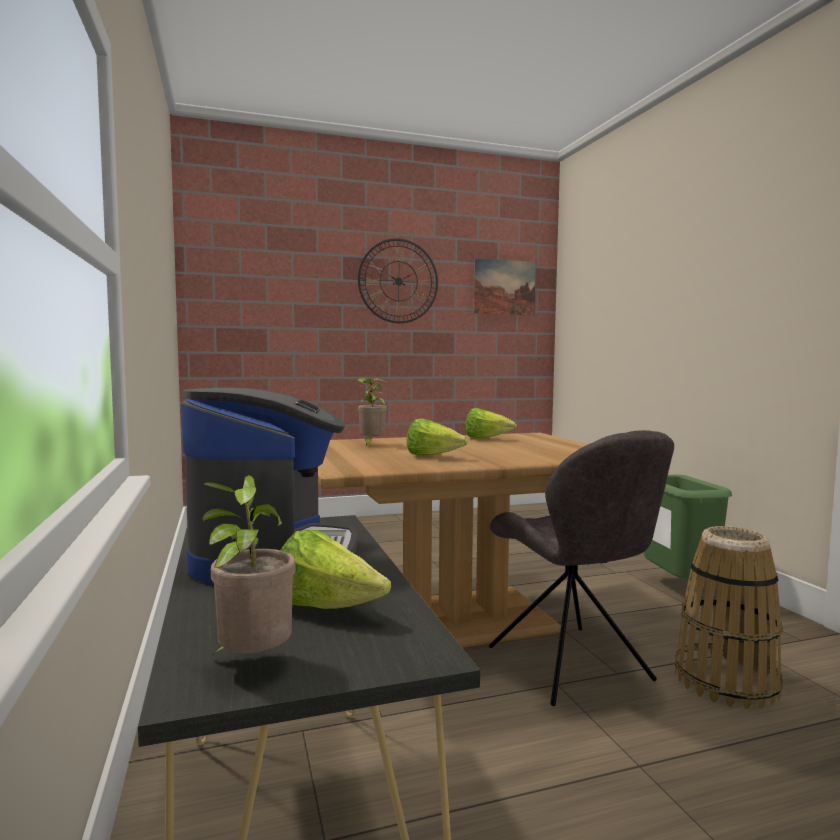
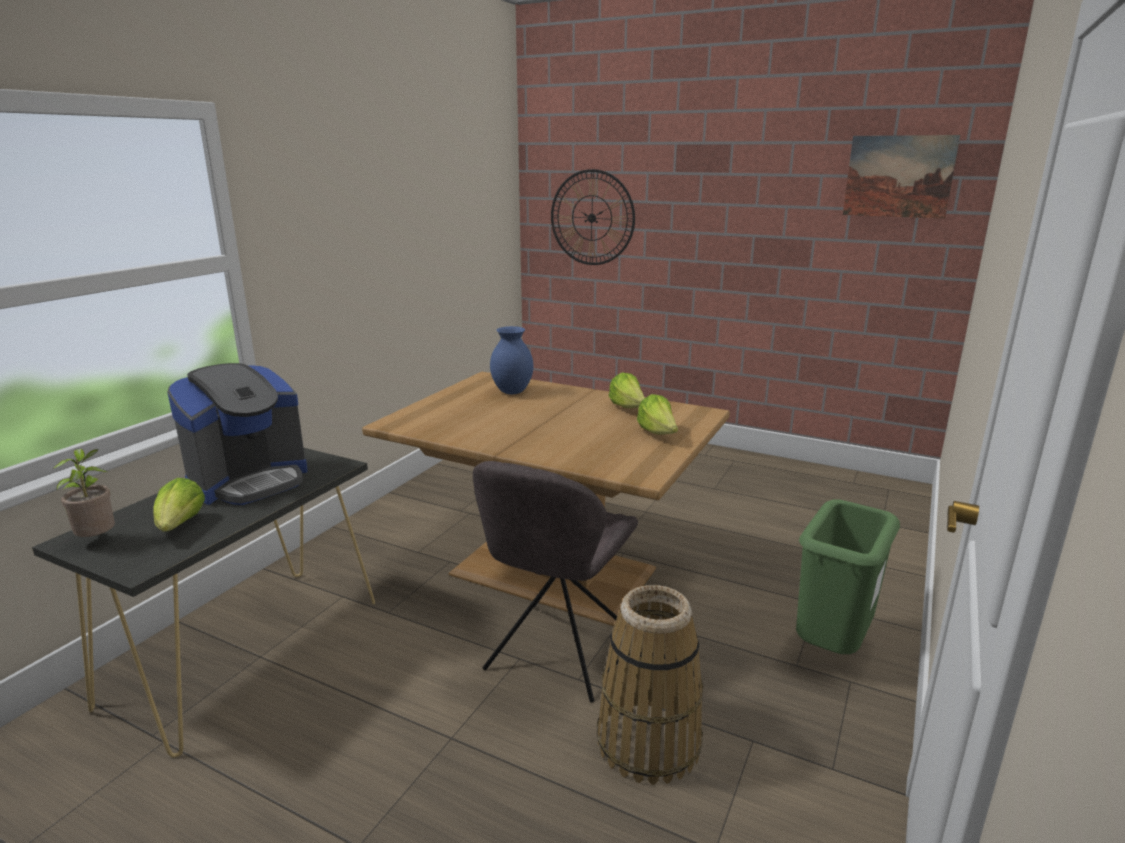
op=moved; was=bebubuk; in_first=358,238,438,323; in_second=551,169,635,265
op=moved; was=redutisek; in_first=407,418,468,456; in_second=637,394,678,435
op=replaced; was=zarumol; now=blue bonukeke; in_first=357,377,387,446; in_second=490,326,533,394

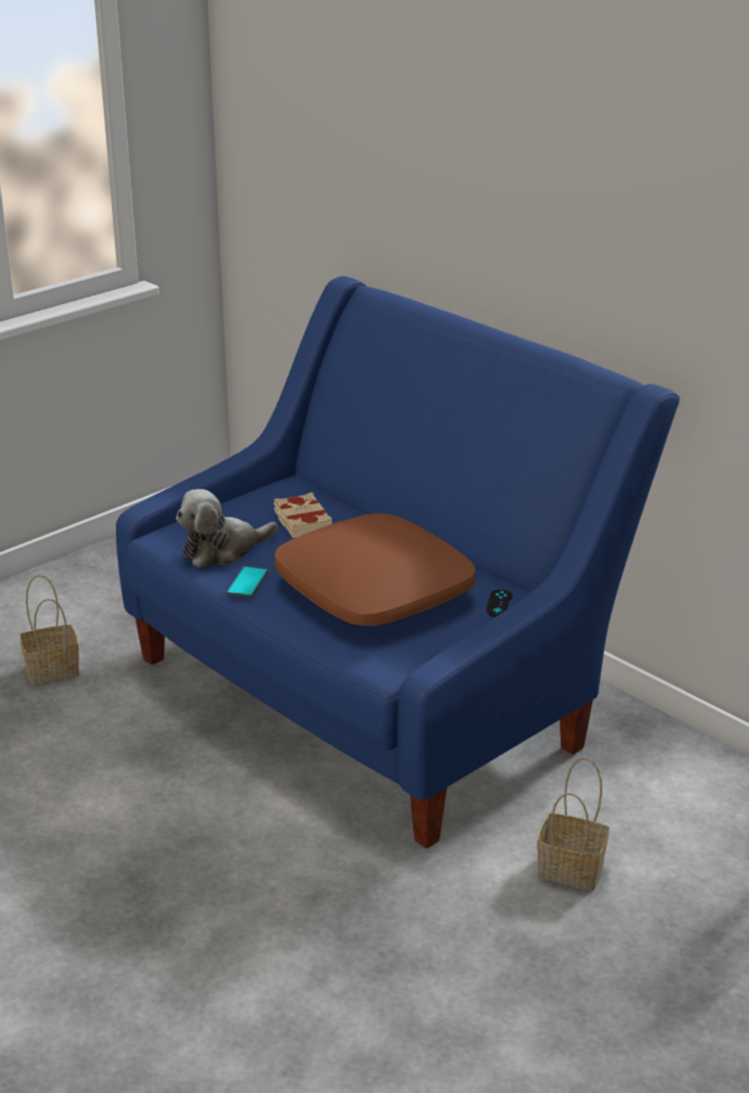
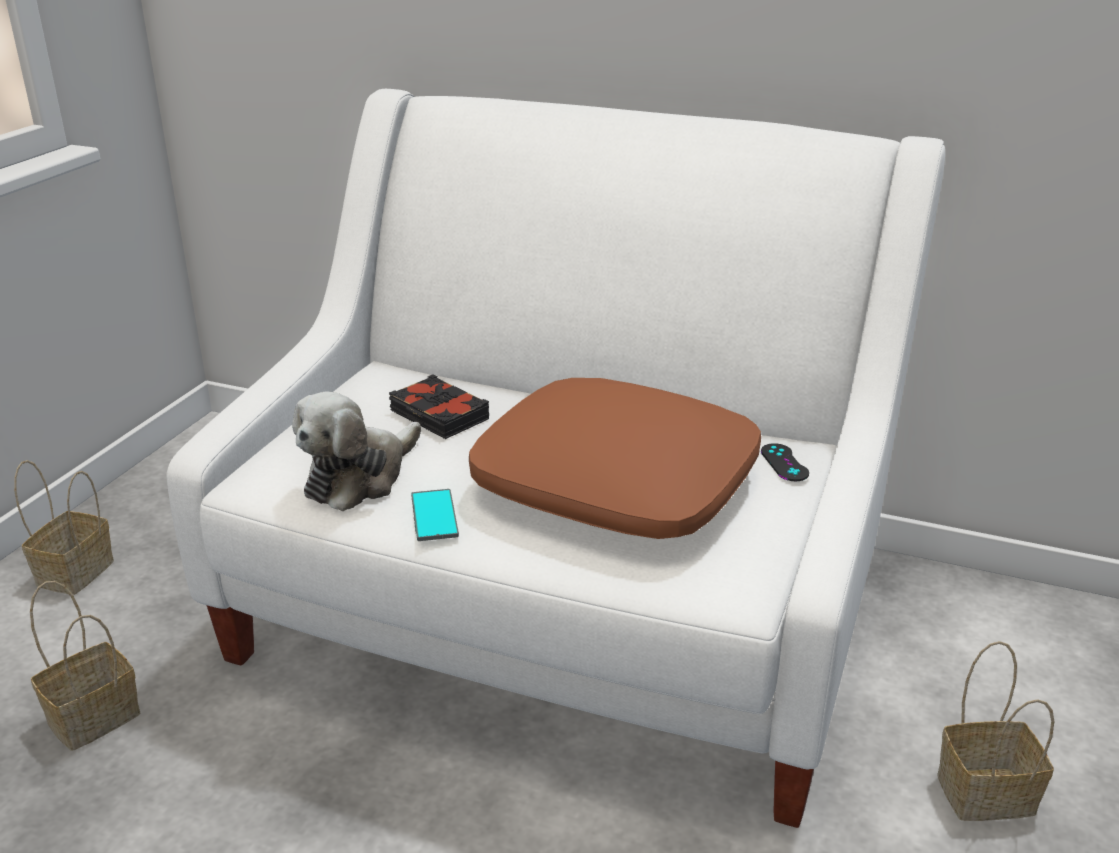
op=added; now=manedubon; in_second=14,460,114,595
op=recoloured; was=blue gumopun; now=white gumopun; in_first=116,276,680,849; in_second=166,89,945,828
op=recoloured; was=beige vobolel; now=black vobolel; in_first=274,492,332,538; in_second=389,374,489,439

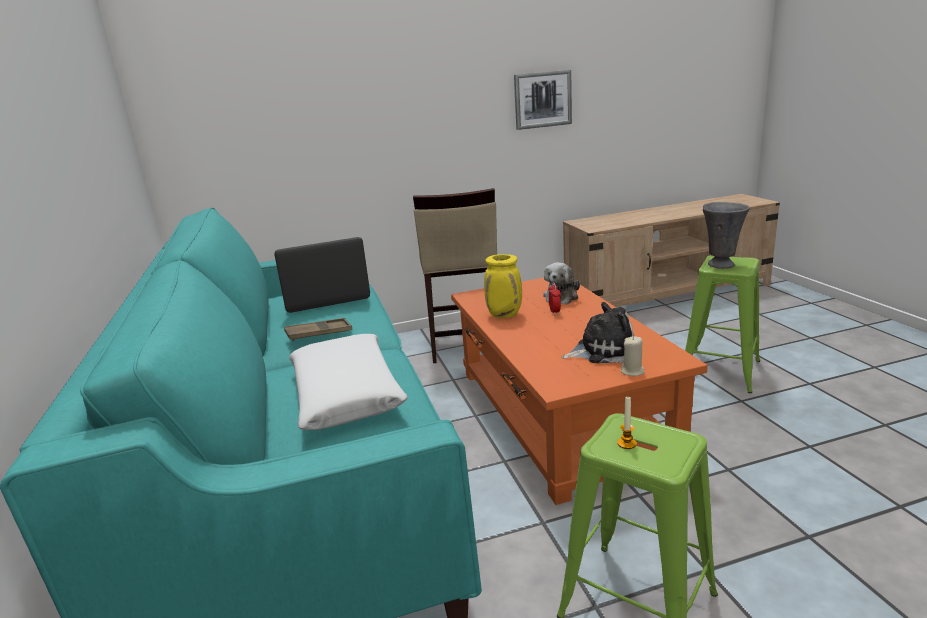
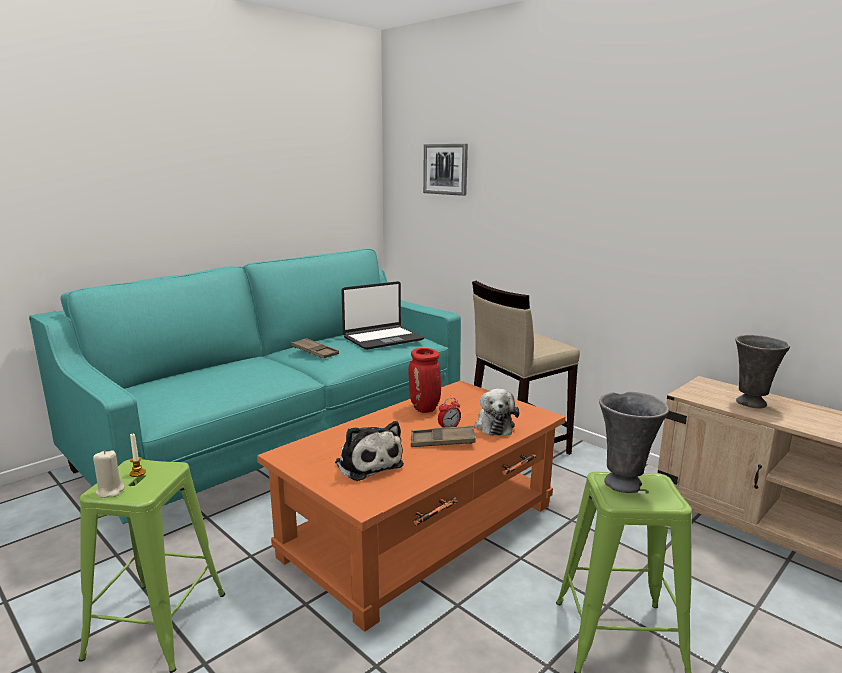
op=removed; was=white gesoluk; in_first=289,334,408,430
op=added; now=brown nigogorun; in_second=411,426,476,447
op=added; now=grey bonukeke; in_second=735,335,790,409
op=moved; was=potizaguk; in_first=514,70,572,130; in_second=423,144,468,196
op=moved; was=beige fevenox; in_first=621,336,645,376; in_second=93,450,125,498
op=recoloured; was=yellow bonukeke; now=red bonukeke; in_first=484,254,522,318; in_second=408,348,441,413
op=turned; was=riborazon; in_first=274,237,370,313; in_second=341,281,424,350; clockwise=105
op=turned; was=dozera; in_first=543,262,580,304; in_second=474,389,519,436; clockwise=-90

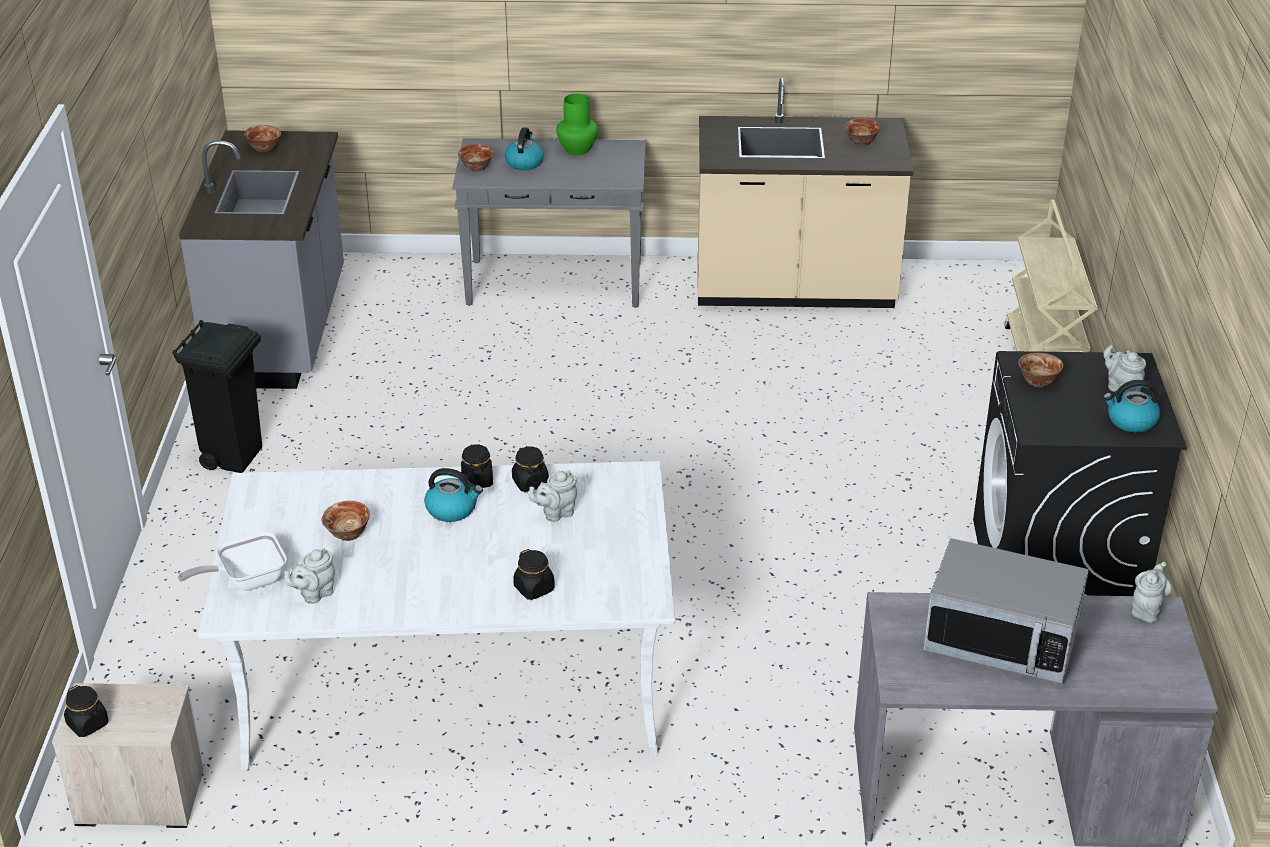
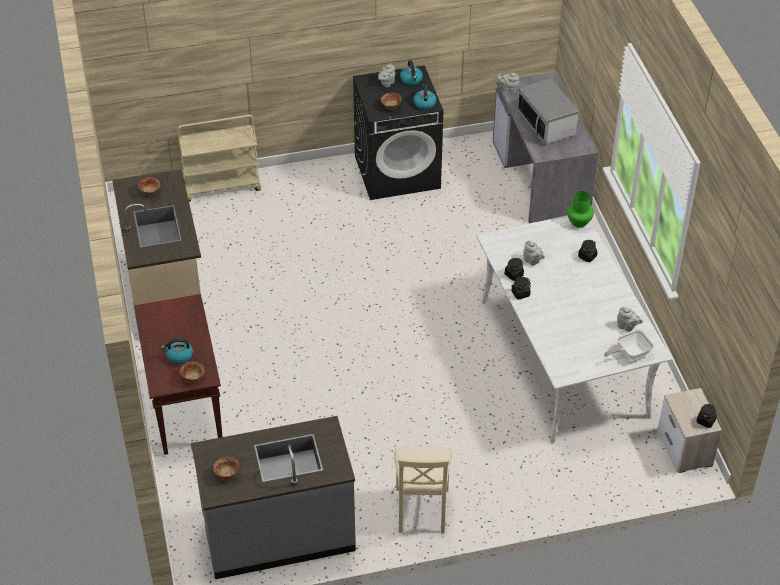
op=removed; was=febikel; in_first=321,501,370,541
op=moved; was=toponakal; in_first=424,468,483,522; in_second=413,84,436,110
op=moved; was=green bonukeke; in_first=556,94,598,155; in_second=567,191,594,228
op=replaced; was=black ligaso; now=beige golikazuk; in_first=172,320,262,473; in_second=394,446,451,534
op=recoloured; was=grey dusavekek; now=brown dusavekek; in_first=452,138,646,308; in_second=134,294,223,455
op=turned; was=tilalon; in_first=178,532,287,591; in_second=604,330,654,360; clockwise=105
op=turned; was=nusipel; in_first=923,538,1089,684; in_second=517,79,579,145; clockwise=150

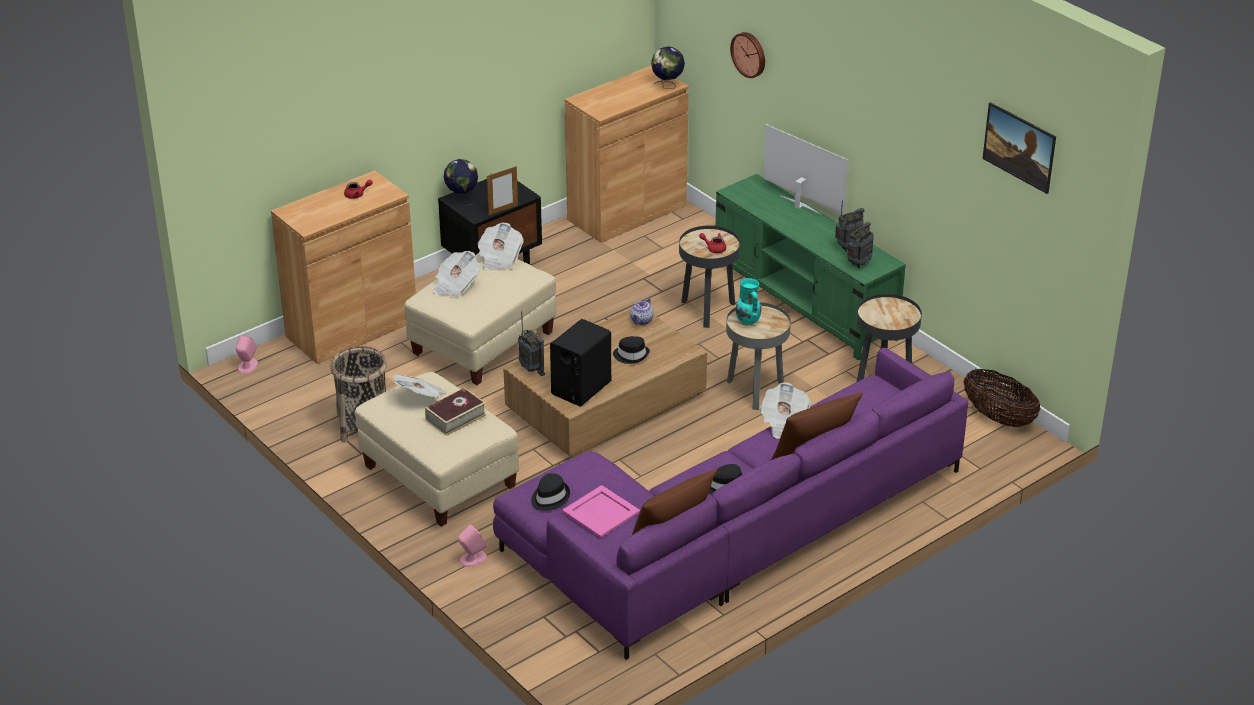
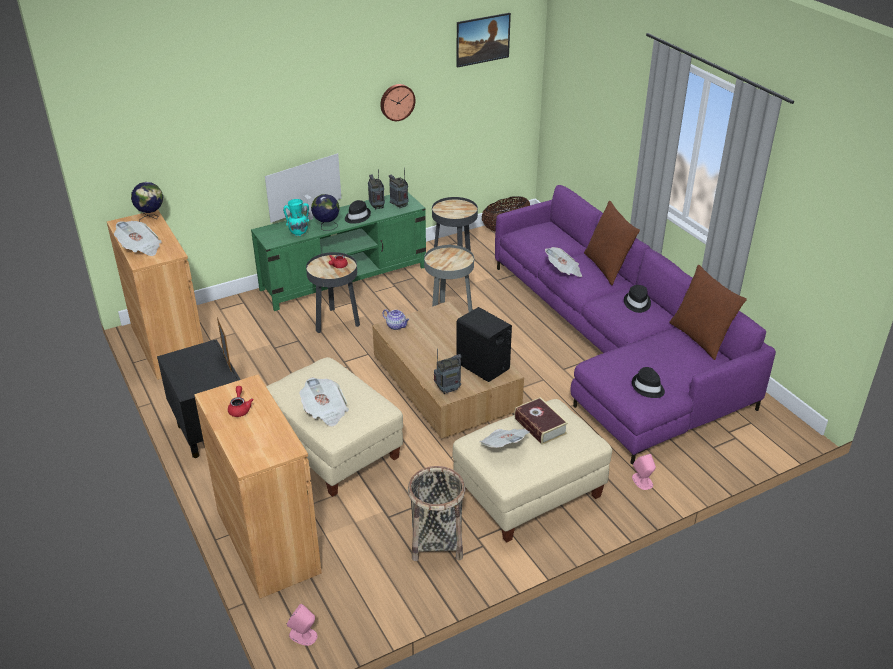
op=removed; was=pink nigogorun; in_first=562,485,640,538
op=moved; was=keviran; in_first=444,159,478,206; in_second=311,194,340,231
op=moved; was=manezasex; in_first=477,223,523,271; in_second=114,221,162,256
op=moved; was=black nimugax; in_first=613,336,650,364; in_second=345,200,371,224
op=moved; was=bebubuk; in_first=730,32,765,78; in_second=380,84,416,121
op=moved; was=turquoise bonukeke; in_first=736,278,761,326; in_second=283,199,310,236

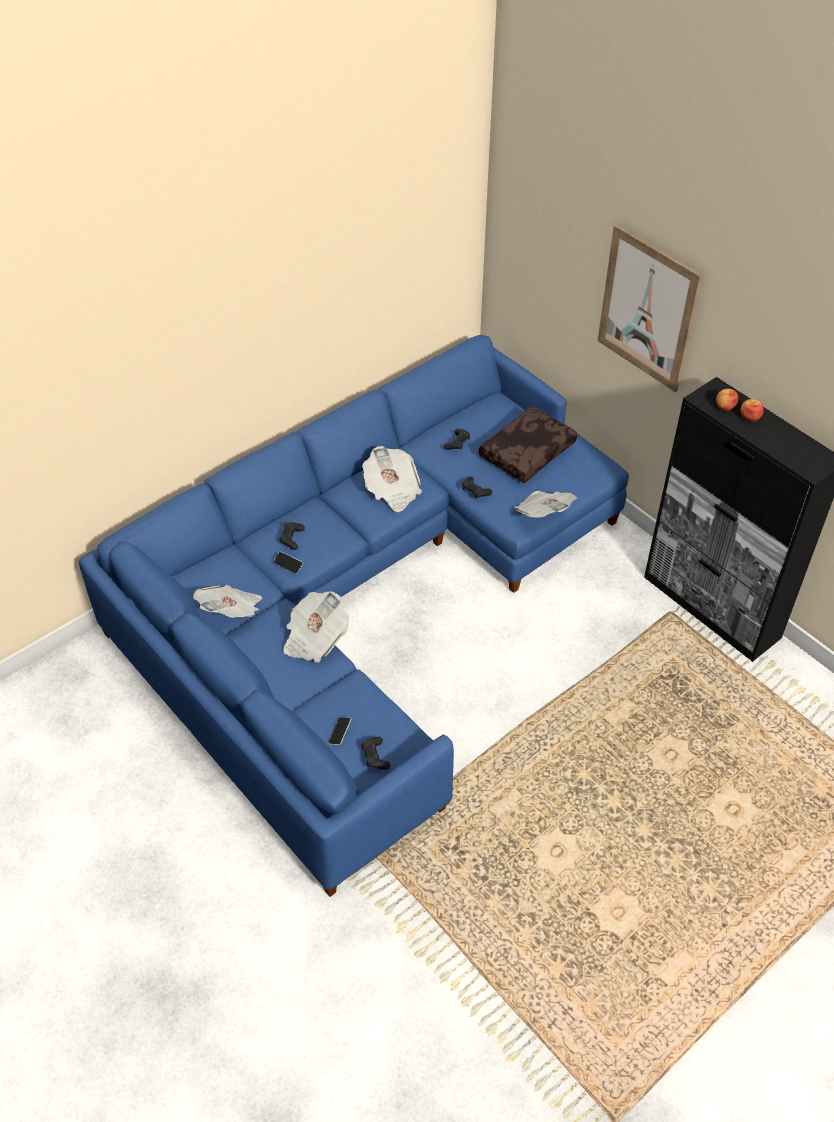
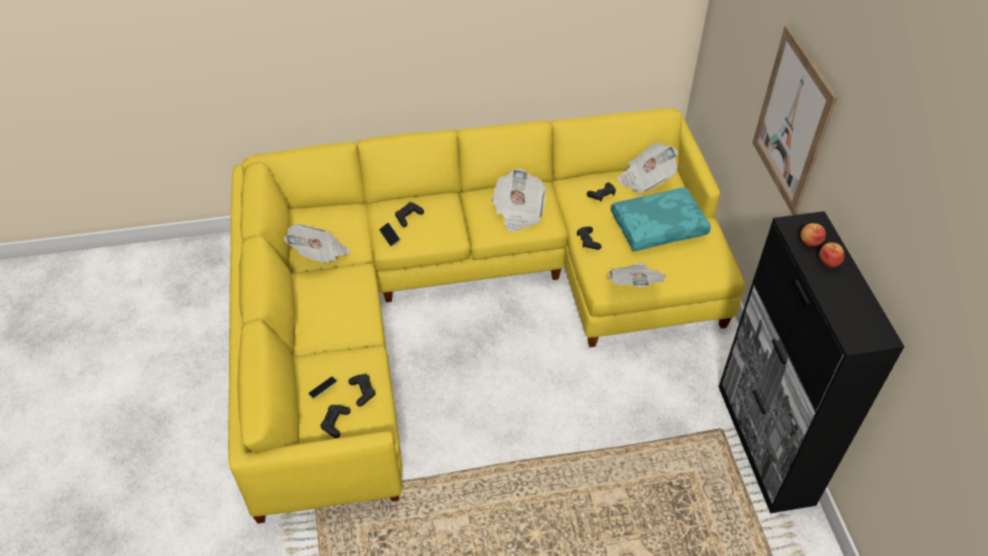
op=added; now=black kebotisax; in_second=348,374,375,407
op=moved; was=manezasex; in_first=283,591,349,663; in_second=618,143,678,195
op=recoloured; was=blue gumopun; now=yellow gumopun; in_first=78,335,629,897; in_second=228,108,745,524
op=recoloured; was=brown gesoluk; now=turquoise gesoluk; in_first=479,406,577,483; in_second=611,187,711,251

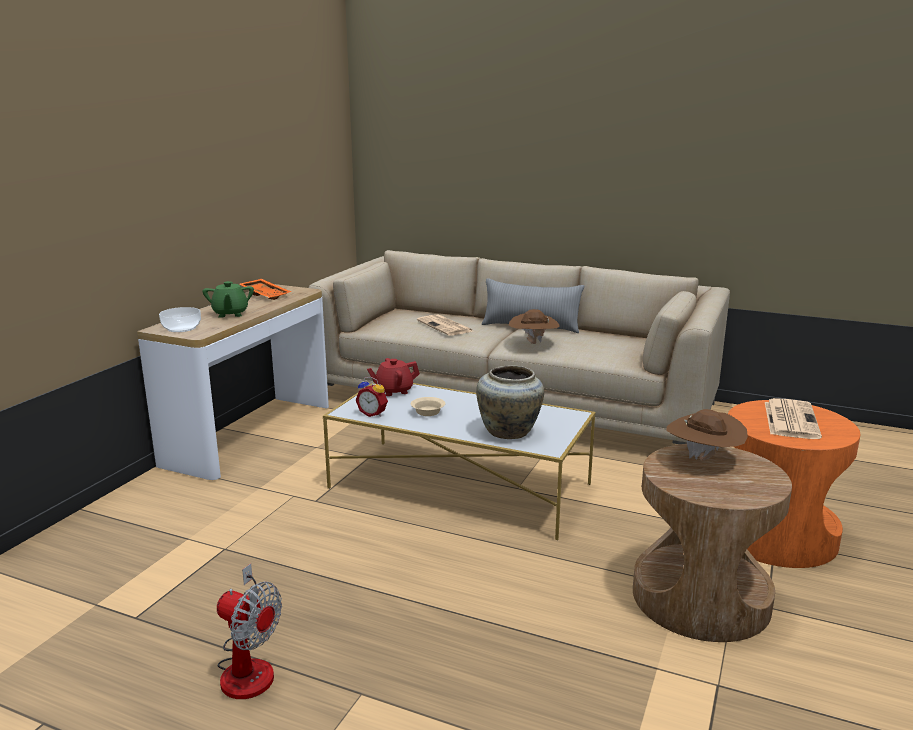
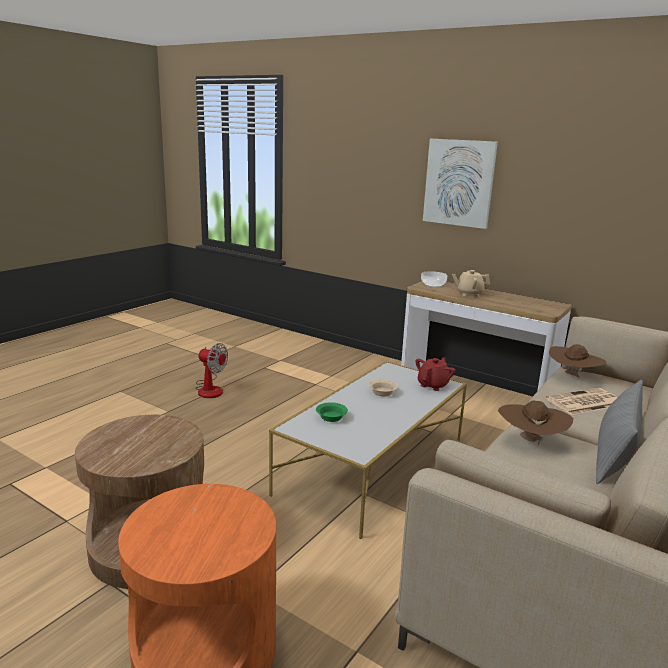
op=removed; was=orange nigogorun; in_first=239,279,292,300
op=removed; was=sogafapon; in_first=356,376,388,417
op=removed; was=manezasex; in_first=765,398,822,439
op=added; now=potizaguk; in_second=423,139,498,229
op=moved; was=brown nimugax; in_first=667,409,748,461; in_second=549,344,606,378
op=replaced; was=beige bonukeke; now=green febikel; in_first=476,365,544,439; in_second=316,402,348,422
op=recoloured; was=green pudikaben; now=beige pudikaben; in_first=202,281,254,318; in_second=452,270,490,297
op=turned; was=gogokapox; in_first=217,563,282,699; in_second=195,343,228,398; clockwise=-105
op=turned; was=red pudikaben; in_first=367,358,420,396; in_second=416,357,456,391; clockwise=45

